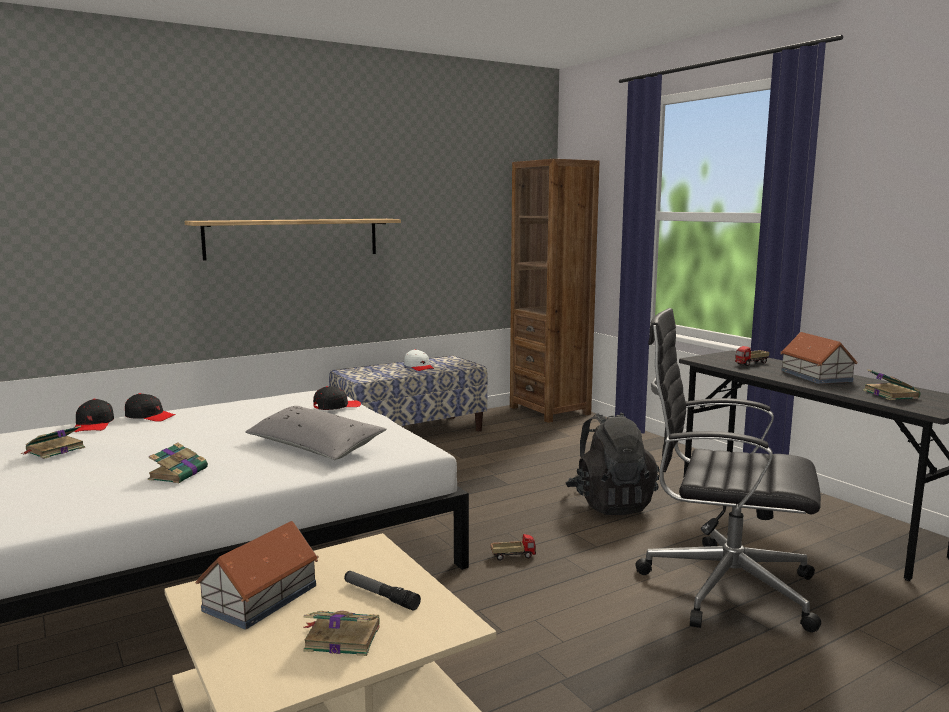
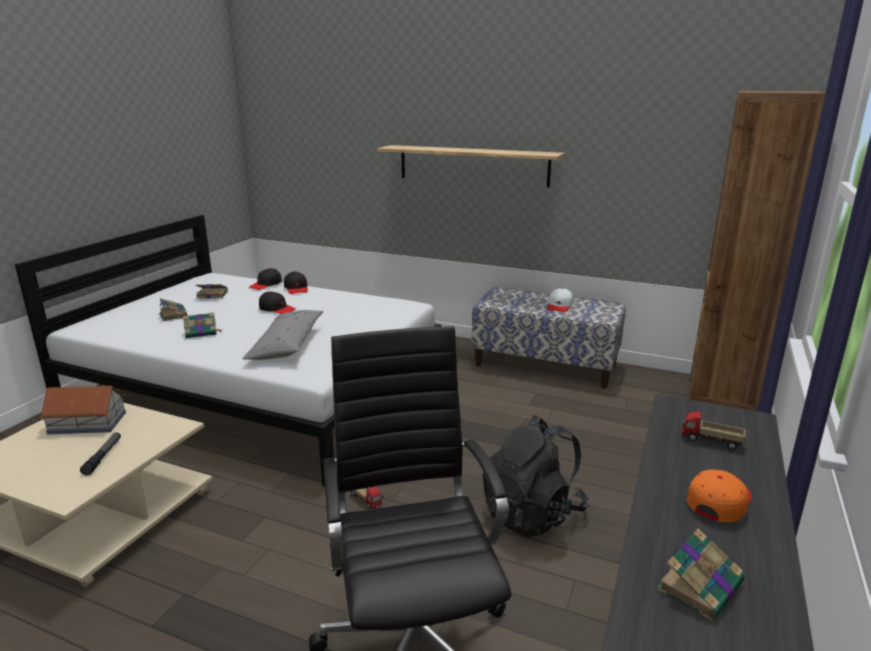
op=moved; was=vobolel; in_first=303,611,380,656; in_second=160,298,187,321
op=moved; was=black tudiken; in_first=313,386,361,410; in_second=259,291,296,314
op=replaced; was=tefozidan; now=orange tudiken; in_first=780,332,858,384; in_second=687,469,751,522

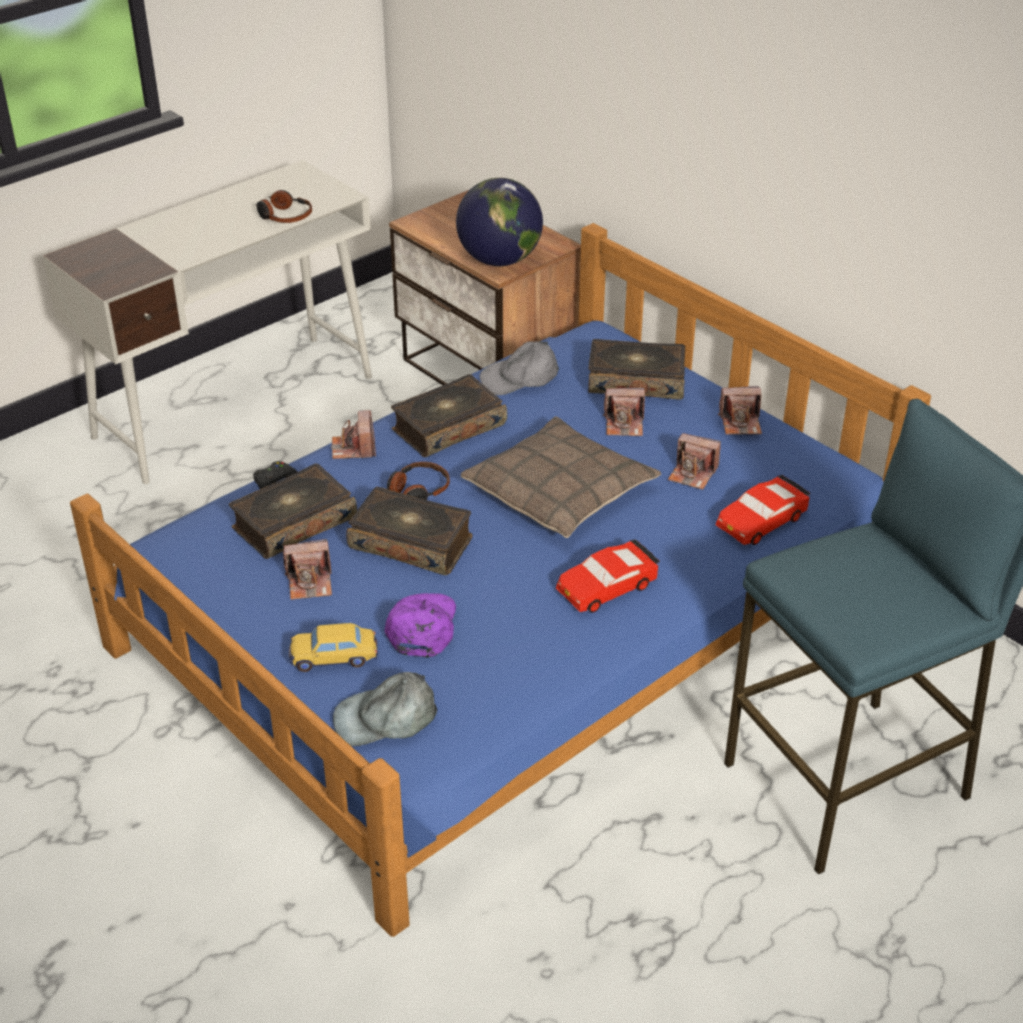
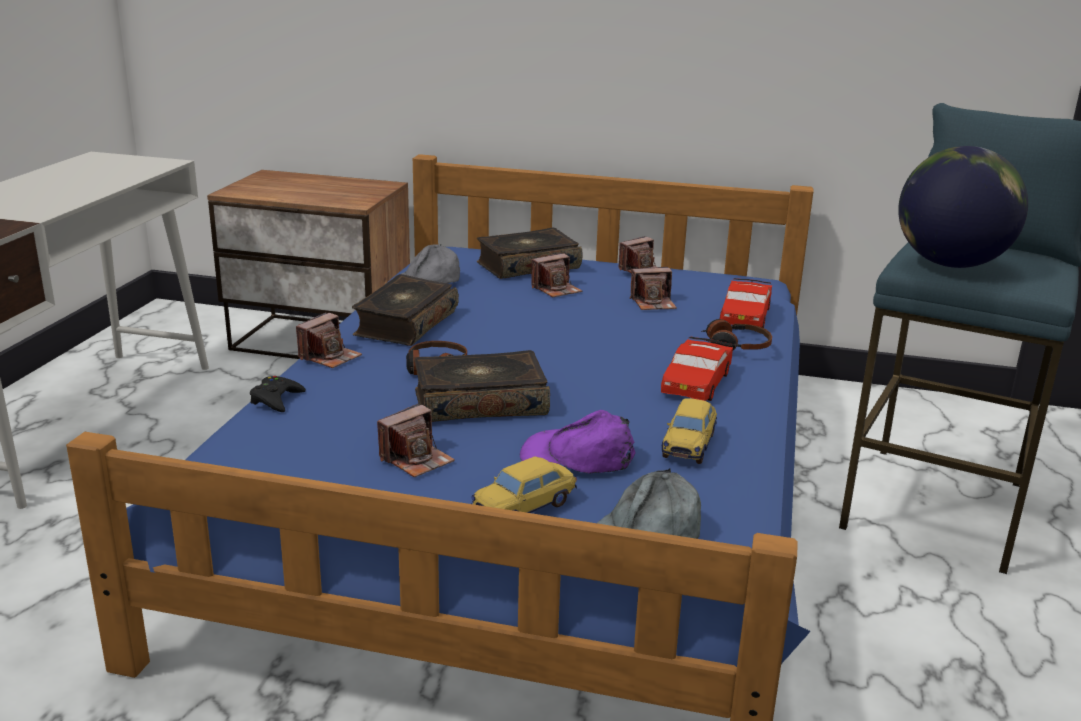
op=removed; was=vobolel; in_first=229,463,357,559
op=removed; was=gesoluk; in_first=461,416,661,538
op=added; now=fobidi; in_second=662,398,717,464
op=moved; was=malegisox; in_first=255,190,312,223; in_second=701,319,772,350
op=moved; was=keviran; in_first=456,178,543,266; in_second=898,146,1028,268
op=turned; was=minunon; in_first=331,410,376,459; in_second=296,313,362,368; clockwise=-105
op=turned; was=purple tudiken; in_first=385,593,456,658; in_second=520,410,635,474; clockwise=-45

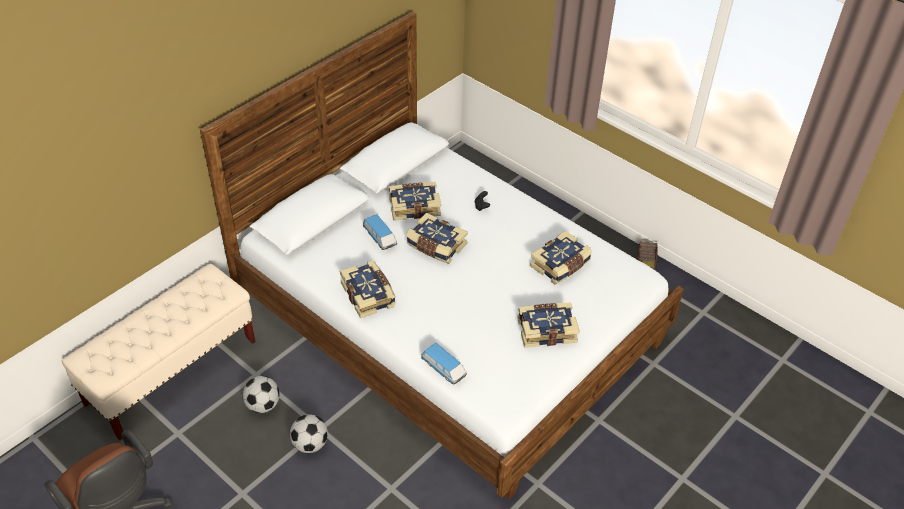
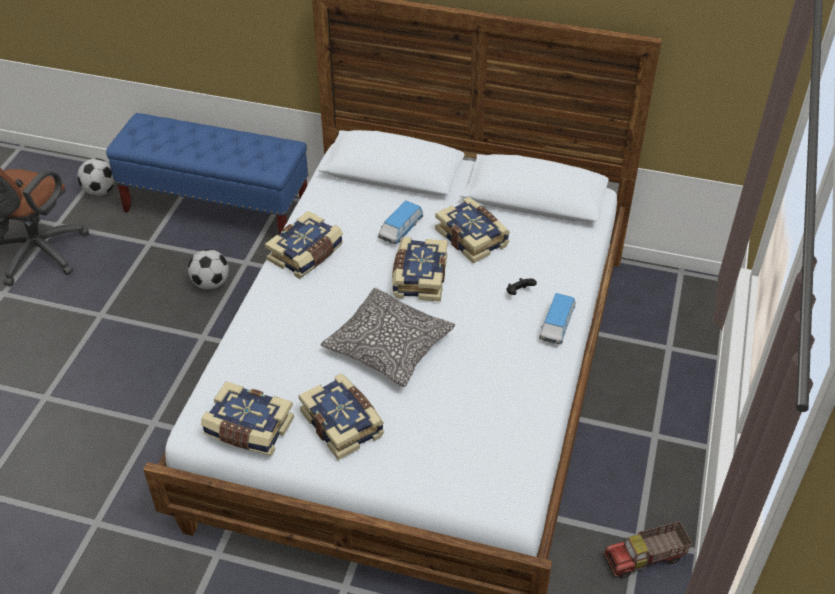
op=added; now=gesoluk; in_second=321,288,455,387
op=moved; was=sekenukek; in_first=290,414,328,453; in_second=77,158,115,196
op=moved; was=fobidi; in_first=421,343,467,384; in_second=539,293,575,344
op=moved; was=vobolel; in_first=530,230,592,285; in_second=201,382,294,456
op=recoloured; was=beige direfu; now=blue direfu; in_first=62,264,256,441; in_second=106,113,309,234

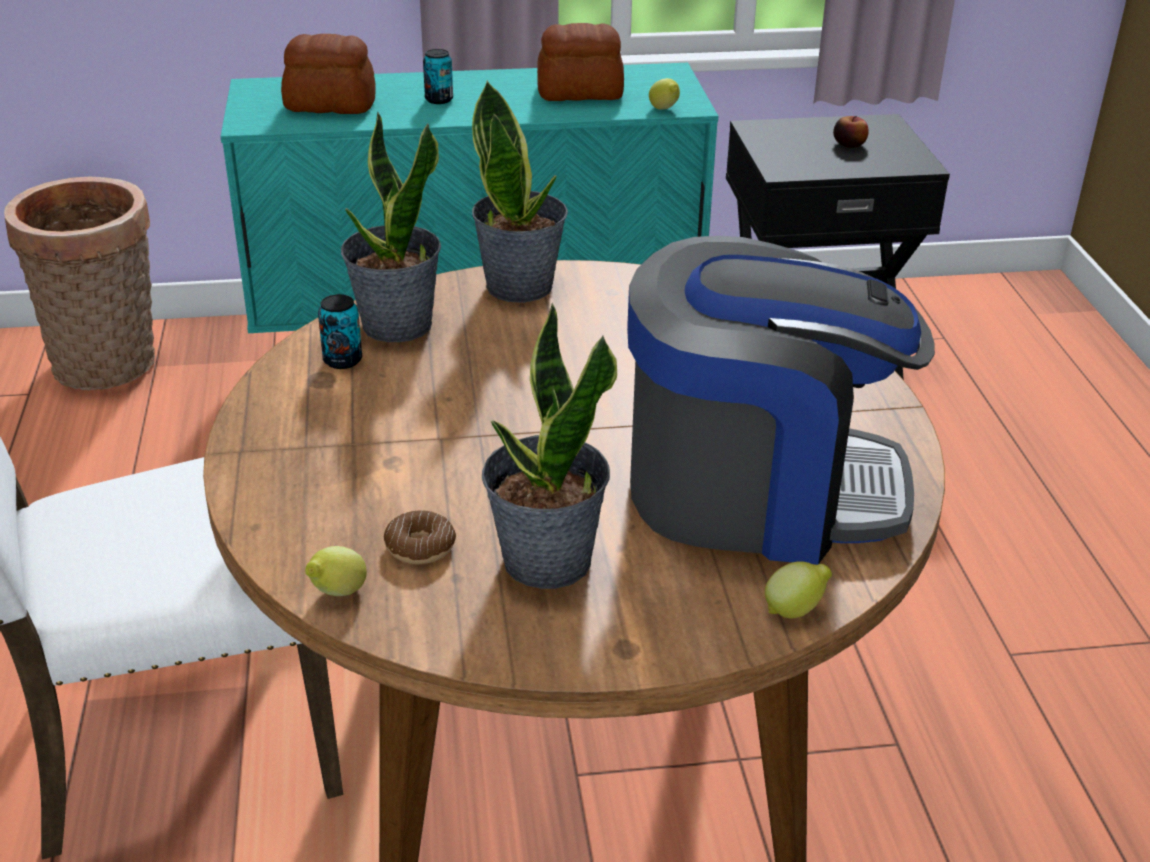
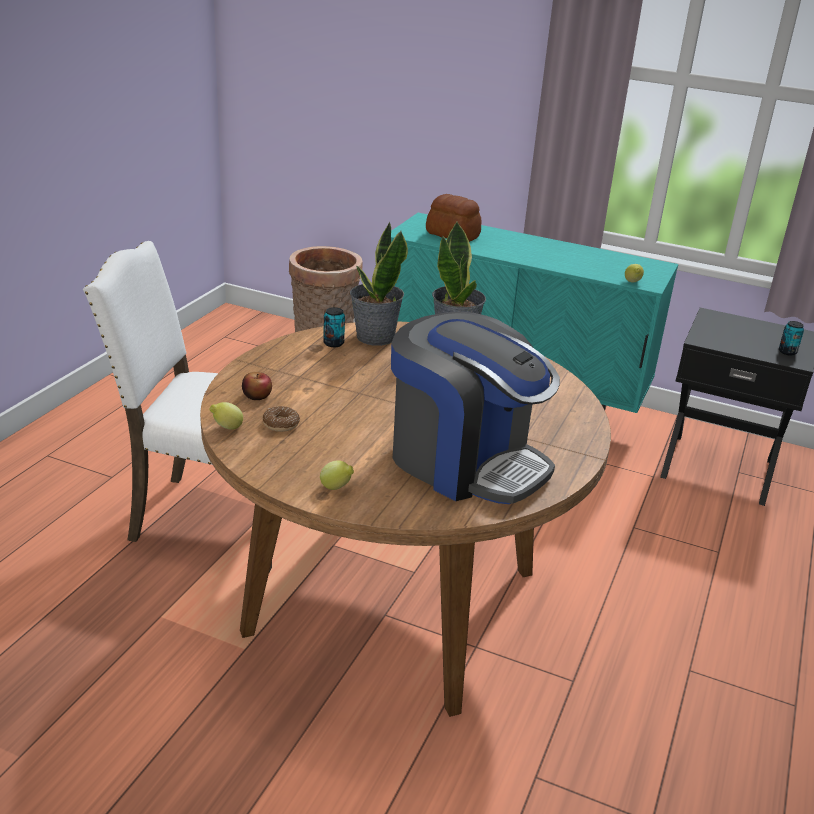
op=removed; was=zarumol; in_first=482,303,617,589
op=removed; was=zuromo; in_first=537,23,624,101
op=moved; was=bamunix; in_first=423,49,453,104; in_second=779,321,804,356
op=moved; was=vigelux; in_first=765,561,832,618; in_second=320,460,354,490
op=moved; was=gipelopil; in_first=833,116,869,148; in_second=242,372,272,400

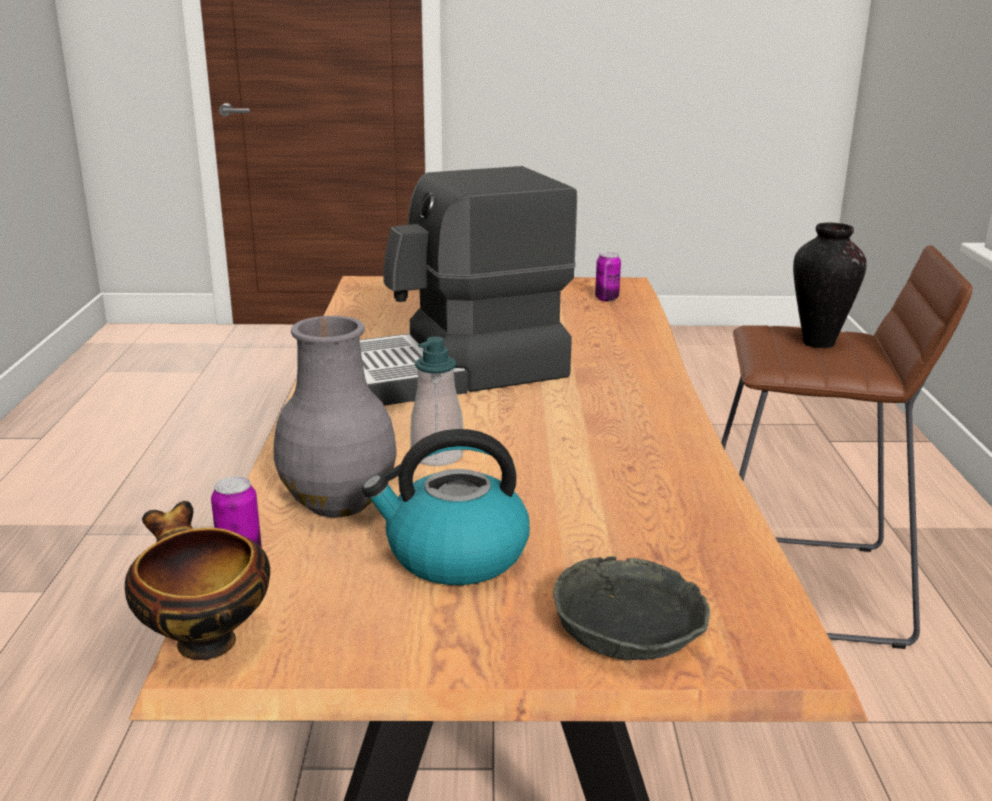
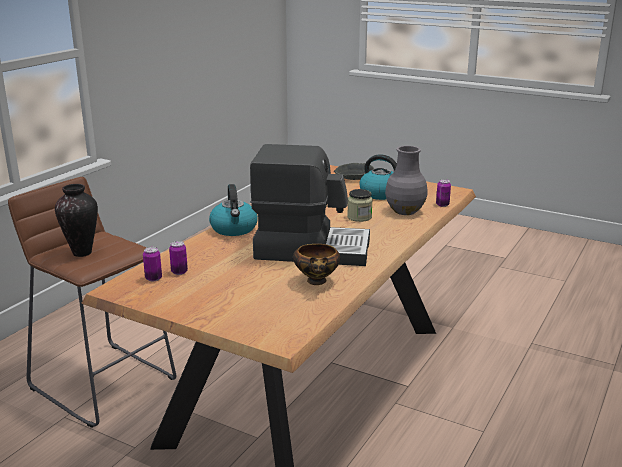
op=added; now=bamunix; in_second=169,241,188,275
op=added; now=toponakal; in_second=209,184,258,236
op=moved; was=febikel; in_first=125,501,270,660; in_second=293,244,340,285
op=replaced; was=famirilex; now=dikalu; in_first=410,336,464,466; in_second=347,189,373,222

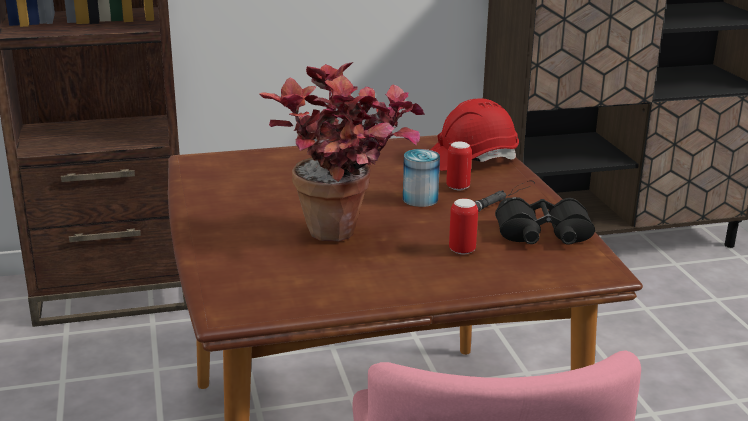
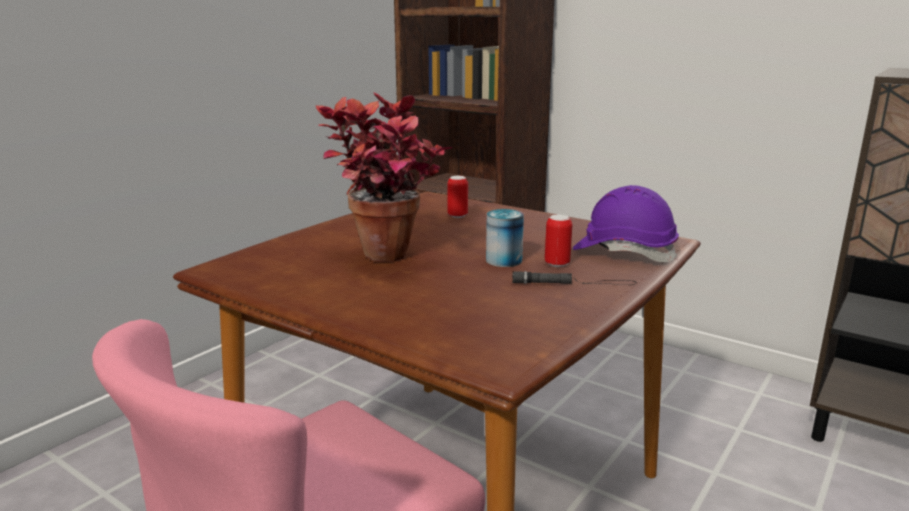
op=removed; was=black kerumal; in_first=495,197,595,245
op=moved; was=bamunix; in_first=449,198,478,254; in_second=447,176,468,218
op=recoloured; was=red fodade; now=purple fodade; in_first=431,98,519,171; in_second=573,185,679,262

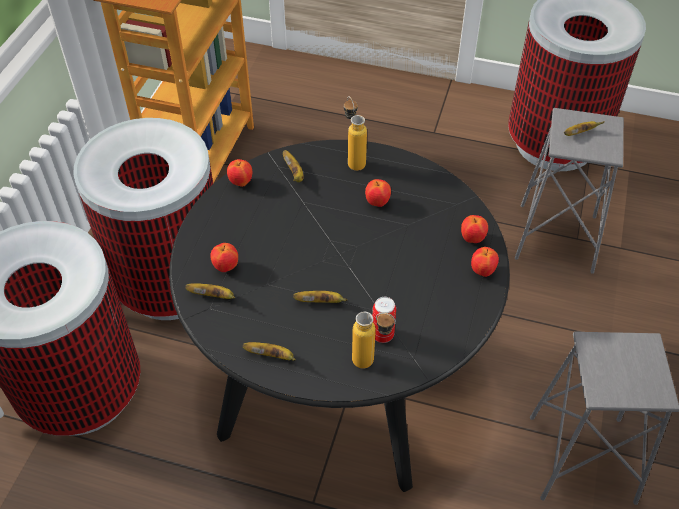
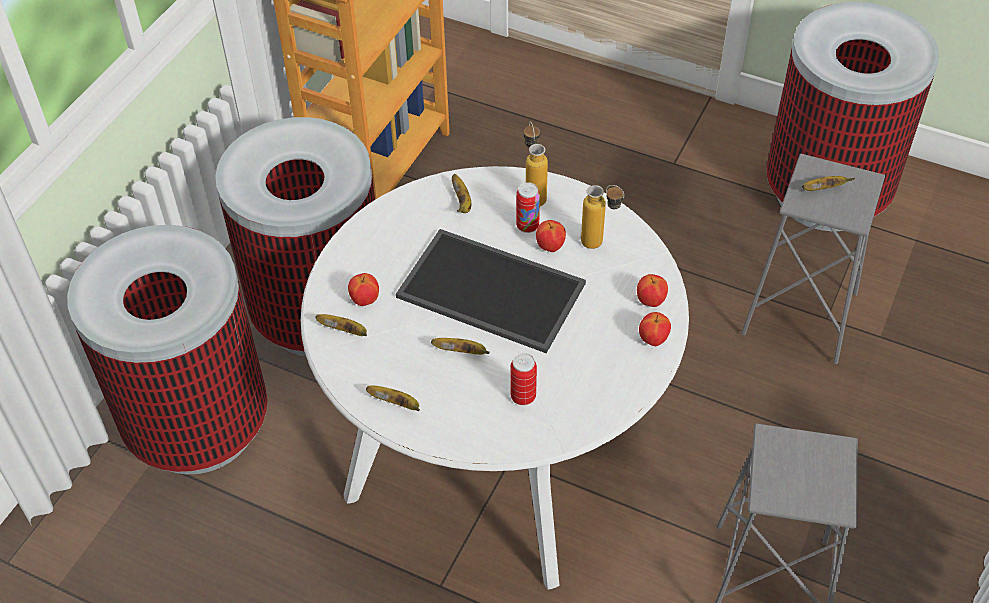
op=removed; was=gipelopil; in_first=227,159,252,187
op=added; now=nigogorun; in_second=396,229,586,354
op=added; now=bamunix; in_second=516,182,540,233
op=moved; was=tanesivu; in_first=352,311,396,369; in_second=581,185,624,249
op=recoloured; was=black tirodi; now=white tirodi; in_first=169,140,510,492; in_second=301,166,689,589

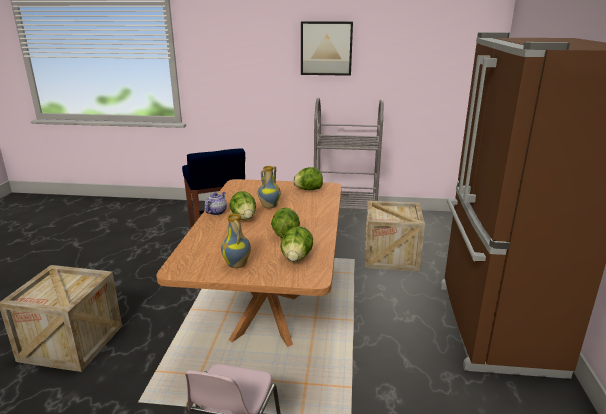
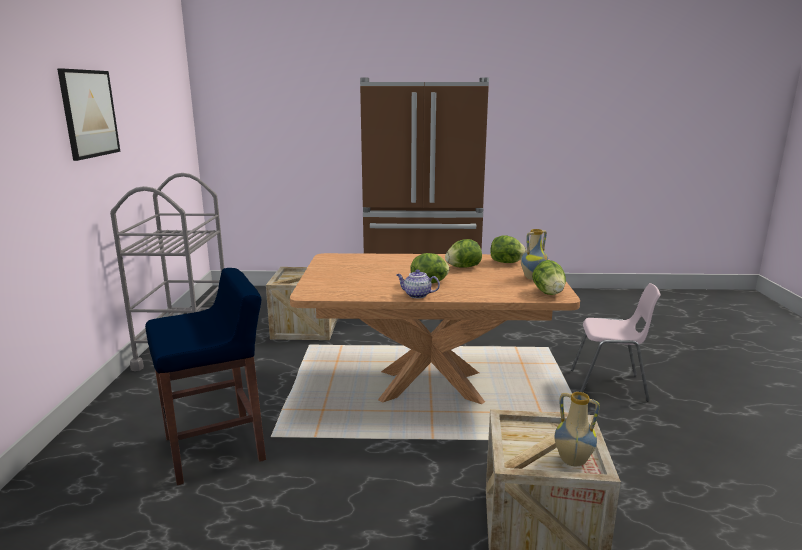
op=moved; was=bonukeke; in_first=258,166,281,208; in_second=554,392,600,466
op=moved; was=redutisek; in_first=293,167,323,190; in_second=532,260,566,295

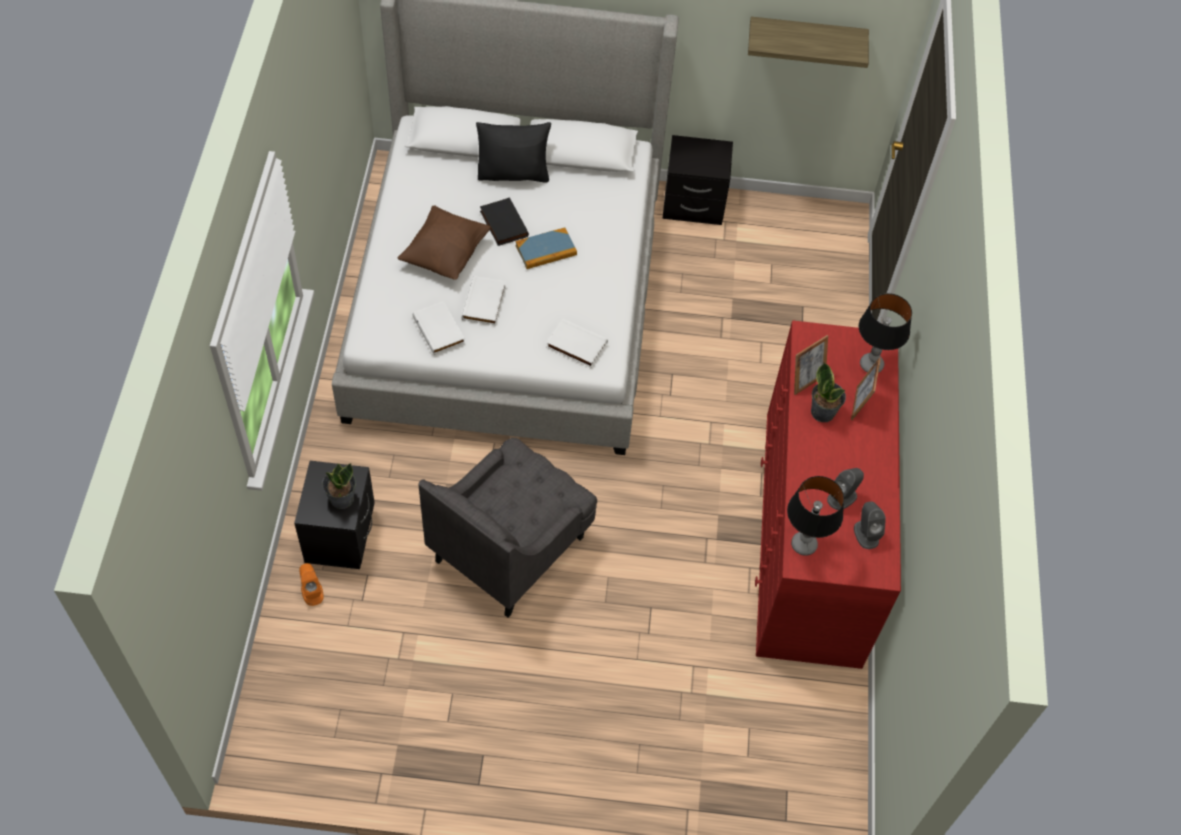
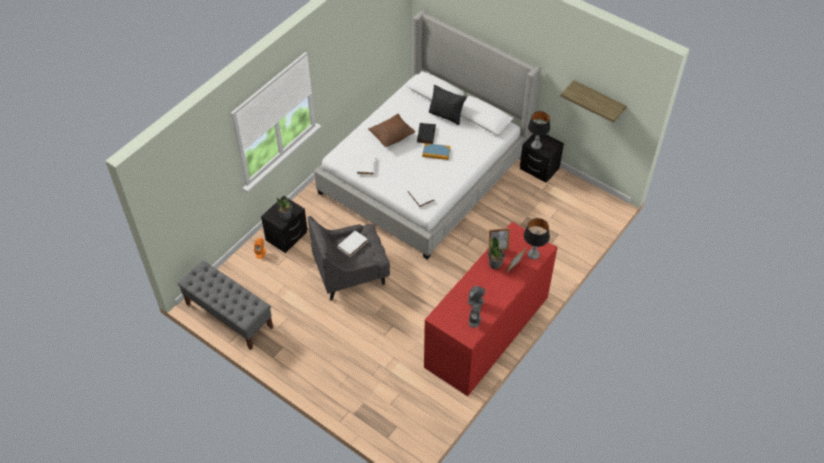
op=added; now=grey direfu; in_second=177,260,273,350
op=moved; was=white vobolel; in_first=462,276,506,325; in_second=338,230,368,257
op=moved; was=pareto; in_first=787,476,844,556; in_second=528,111,550,149

